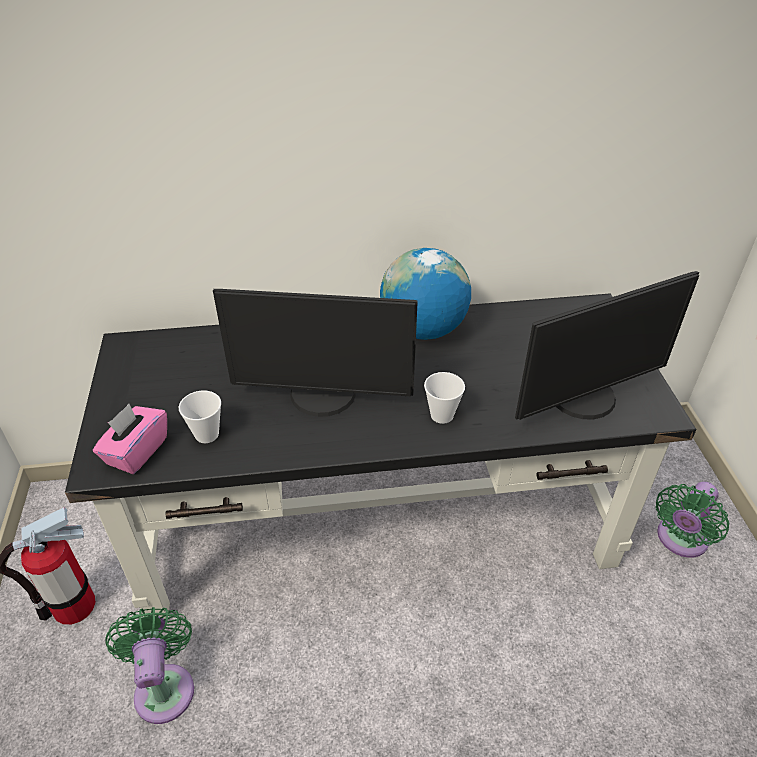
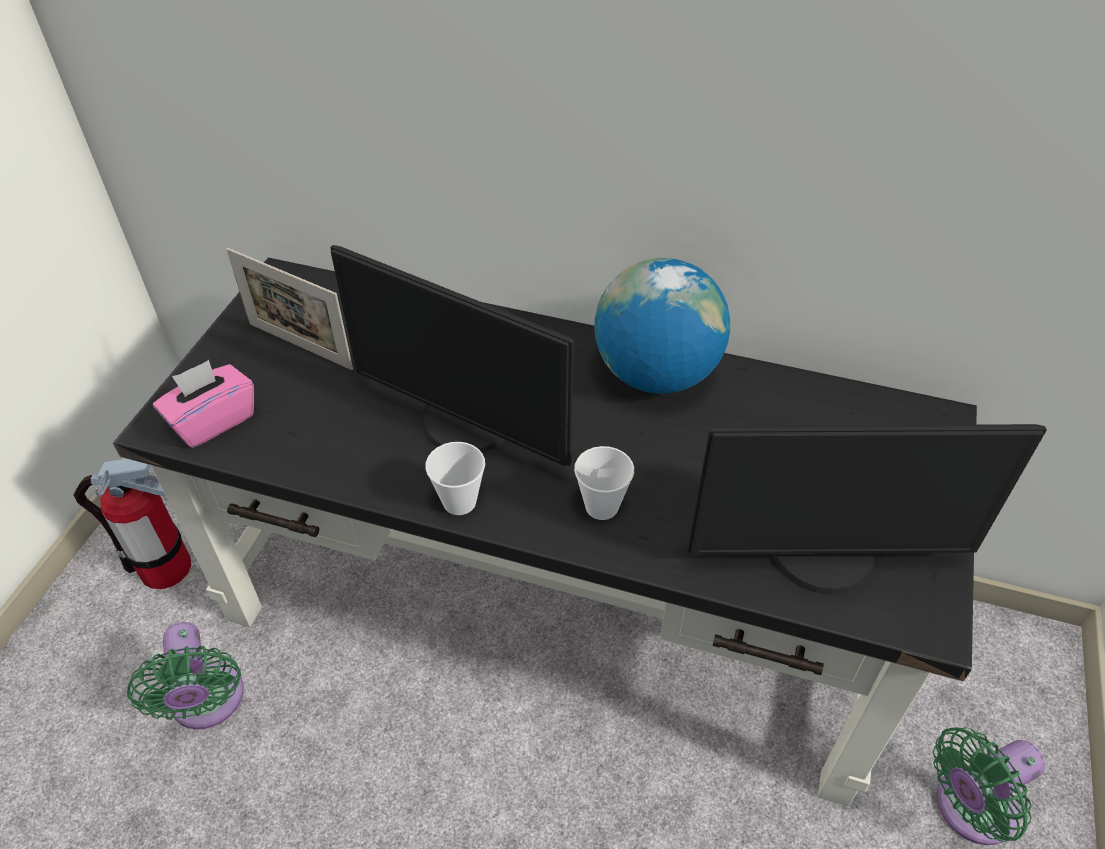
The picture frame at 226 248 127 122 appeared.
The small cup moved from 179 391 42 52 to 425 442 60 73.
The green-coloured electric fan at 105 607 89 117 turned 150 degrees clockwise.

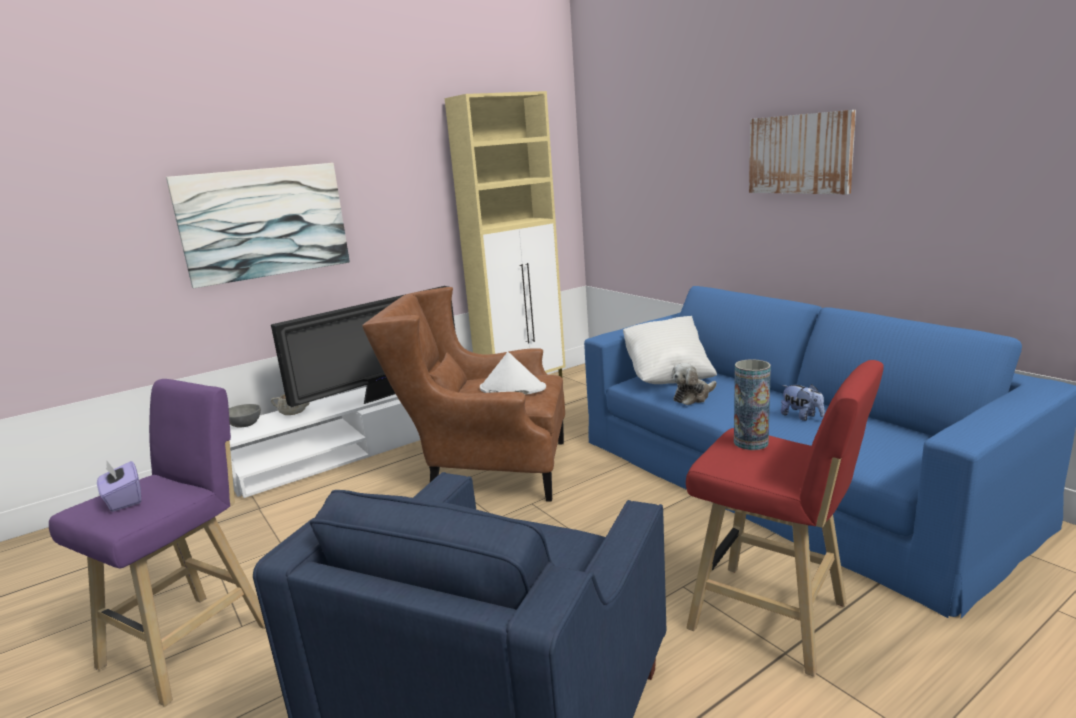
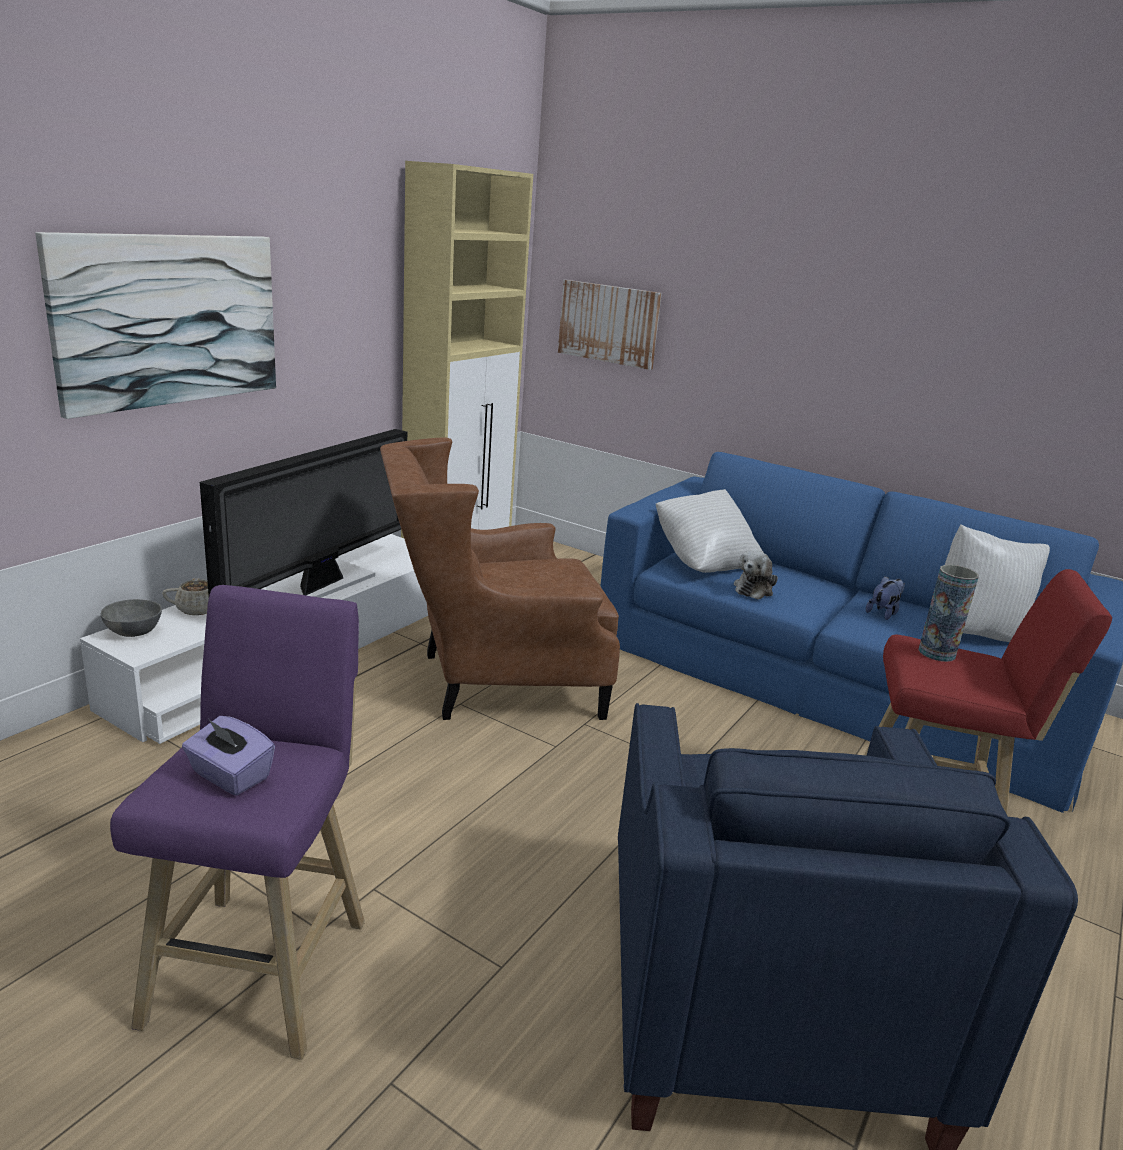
The whitish wearable hat at 480 352 66 43 disappeared.
The whitish pillow at 945 524 105 118 appeared.
The picture moved from 749 110 107 84 to 558 280 104 90.
The soft toy at 781 384 43 37 turned 75 degrees counterclockwise.

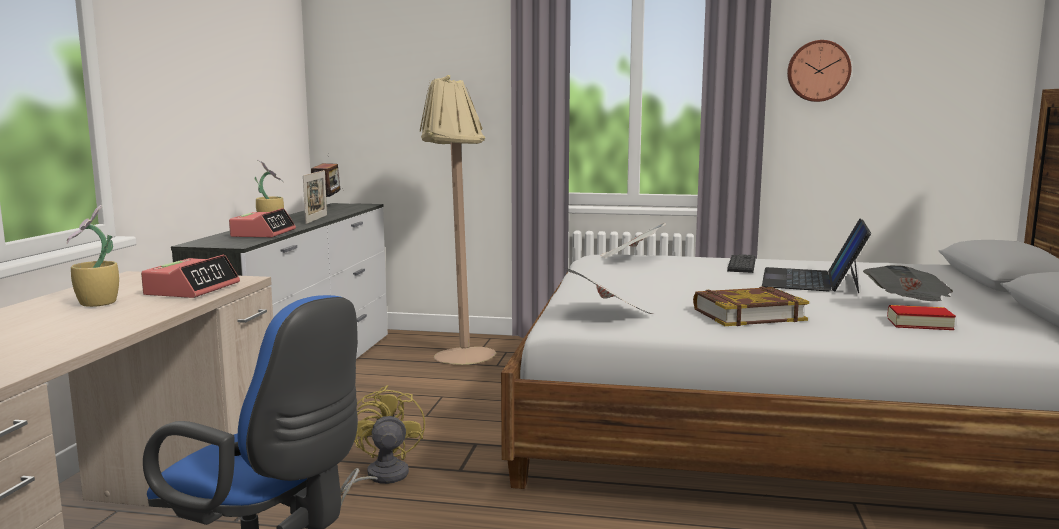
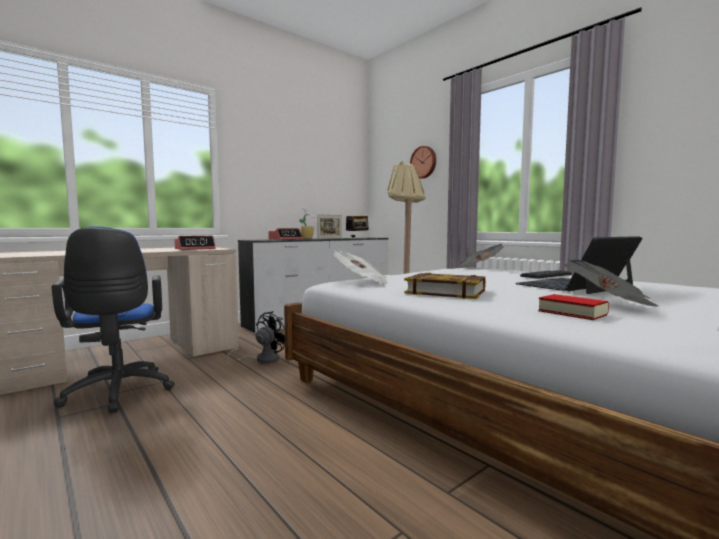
The houseplant at 67 205 52 102 disappeared.
The clock on the wall moved from 787 40 64 62 to 410 146 26 33.
The yellow-coloured electric fan at 340 385 85 120 became the black electric fan at 225 311 60 54.

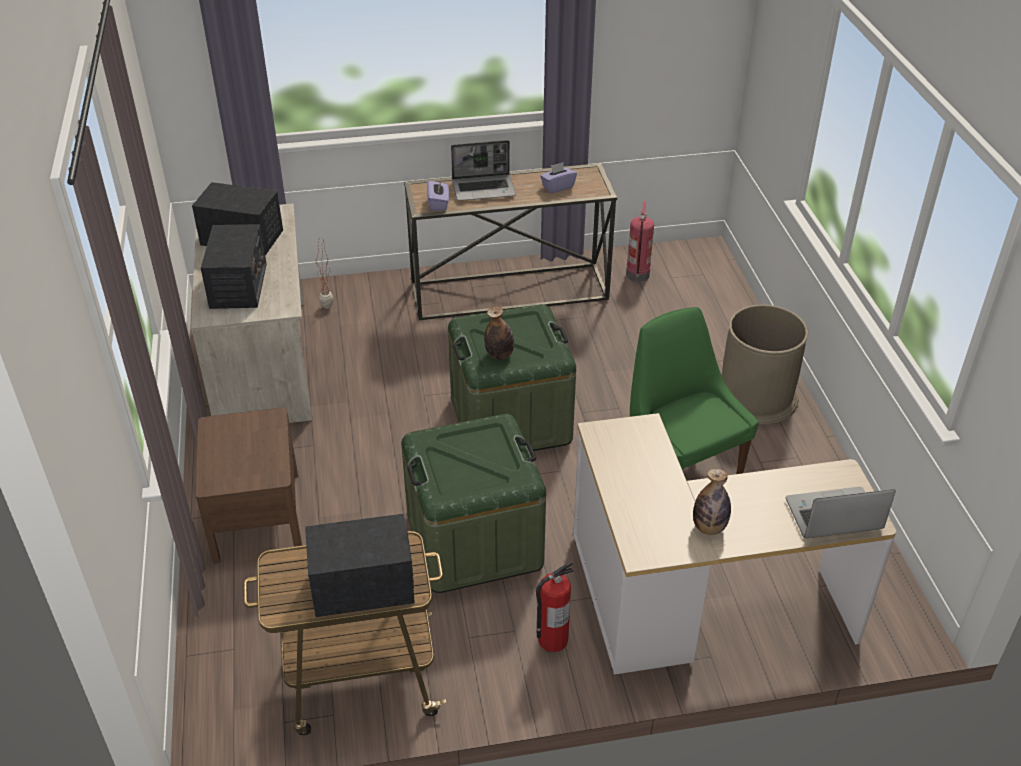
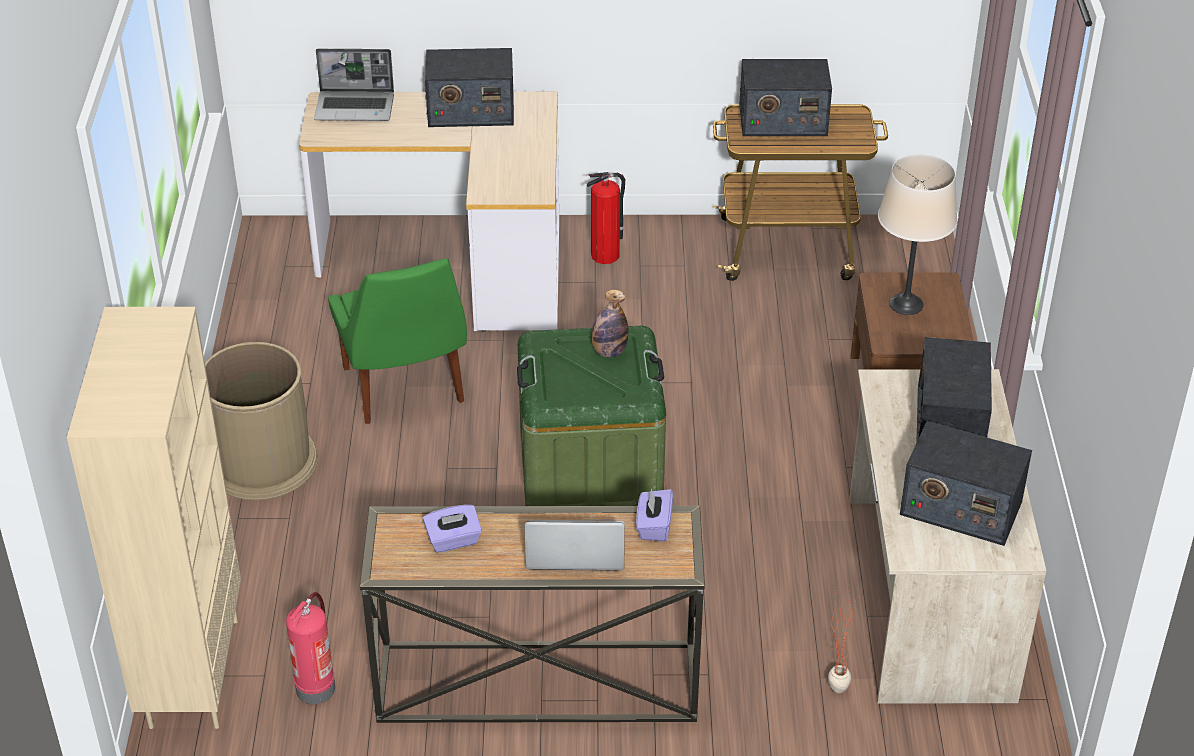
The green-coloured storage container at 401 414 145 179 disappeared.
The sand-coloured bookcase at 67 307 174 422 appeared.
The sand-coloured lamp for a table at 878 154 80 161 appeared.
The drink bottle at 693 469 38 66 was replaced by the radio at 425 48 89 79.

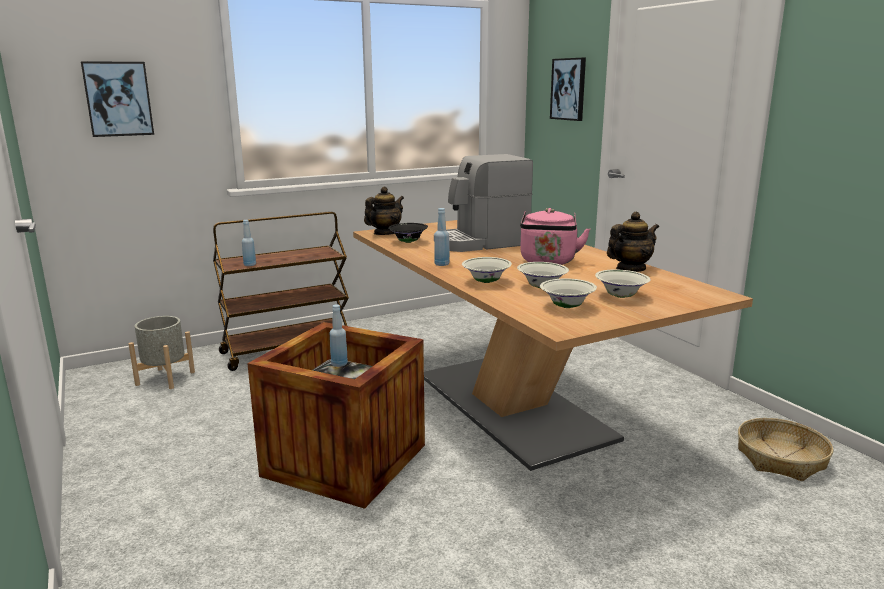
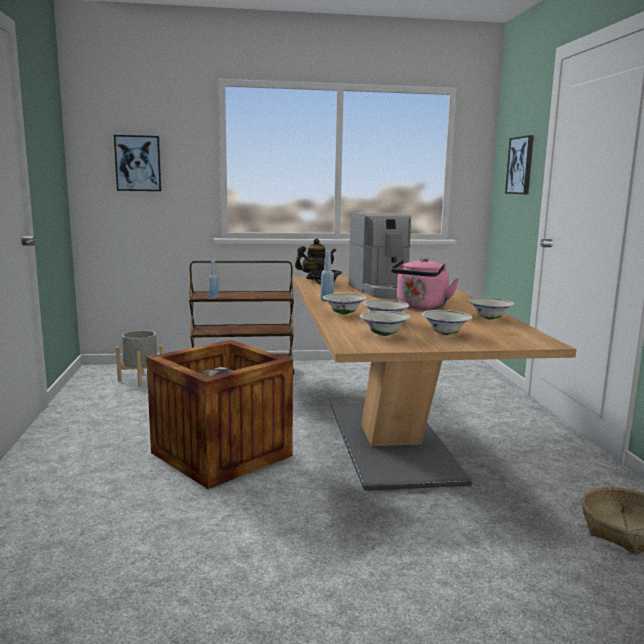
The blue drink bottle at 330 304 18 63 disappeared.
The pot for tea at 607 212 52 60 was replaced by the whitish deep dish at 468 297 46 22.
The coffee maker at 434 154 99 98 turned 105 degrees counterclockwise.

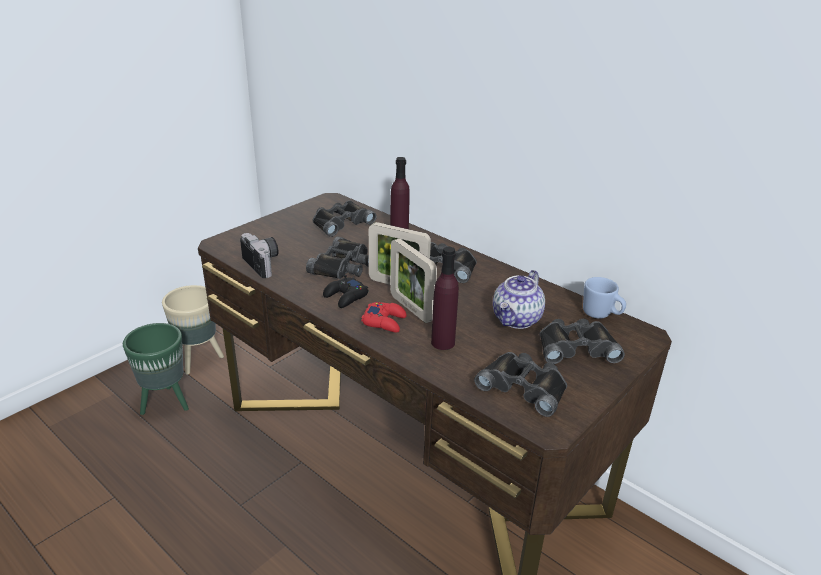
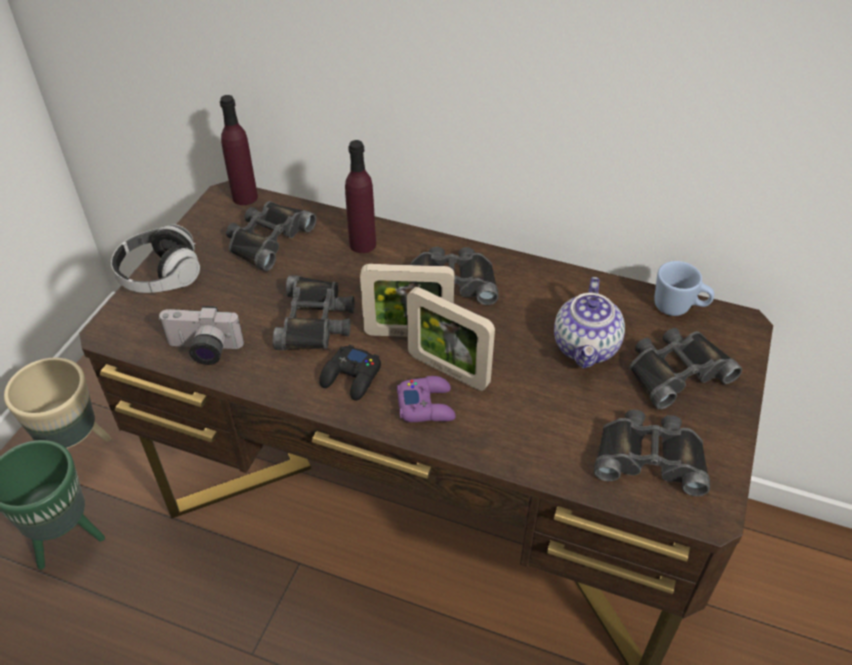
The headphones at 111 224 89 69 appeared.
The purple-coloured drink bottle moved from 431 247 28 103 to 220 95 38 110.
The red-coloured joypad at 361 302 46 31 became the purple-coloured joypad at 397 376 59 46.
The still camera at 240 233 39 45 turned 150 degrees clockwise.

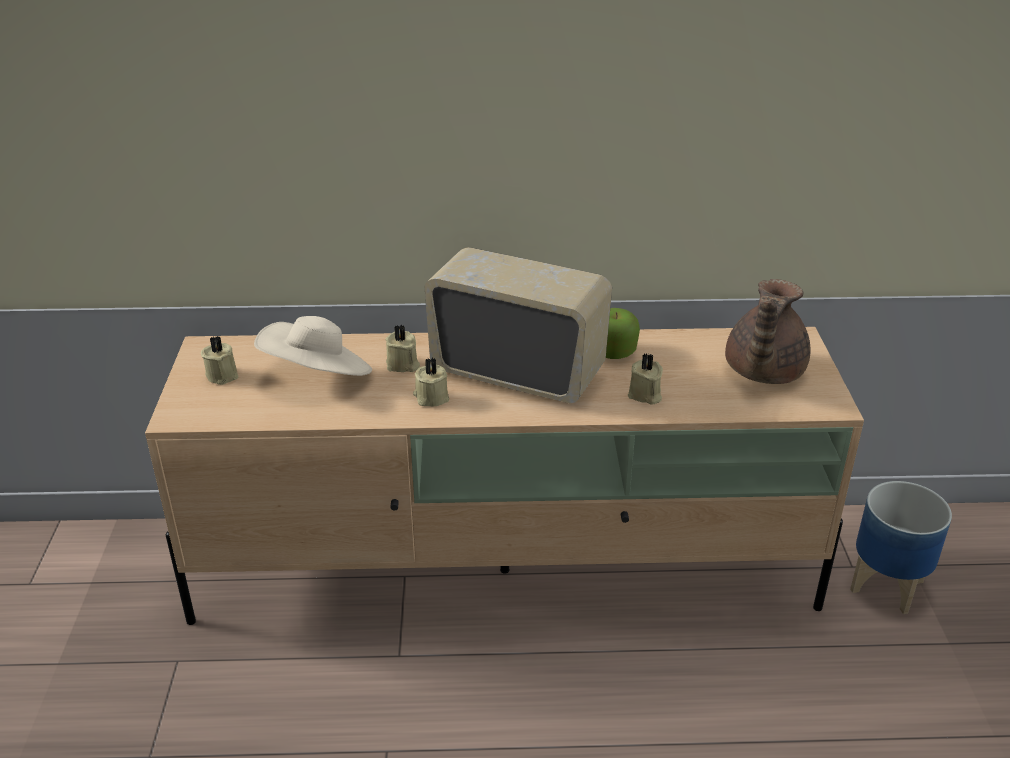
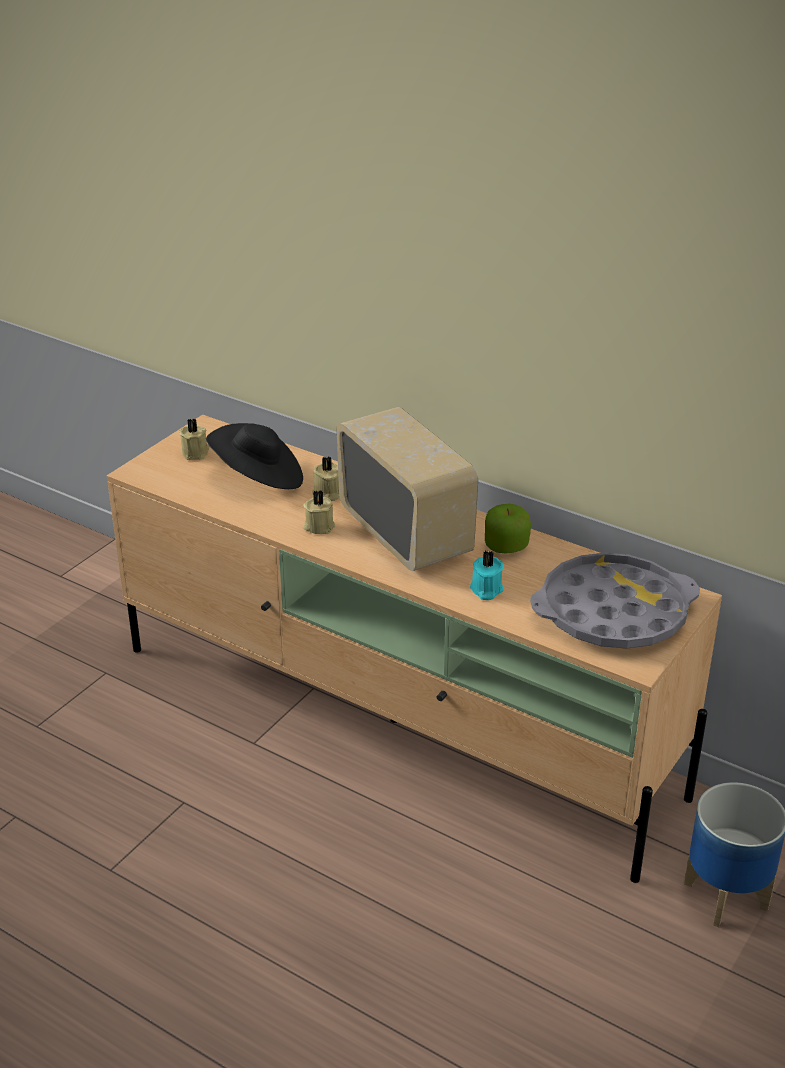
The brown pot for tea at 725 279 86 105 was replaced by the greyish carrying tray at 530 553 170 96.
The sand-coloured wearable hat at 254 316 118 60 became the black wearable hat at 206 423 97 66.
The sand-coloured candle at 628 353 35 52 became the turquoise candle at 470 550 34 50.

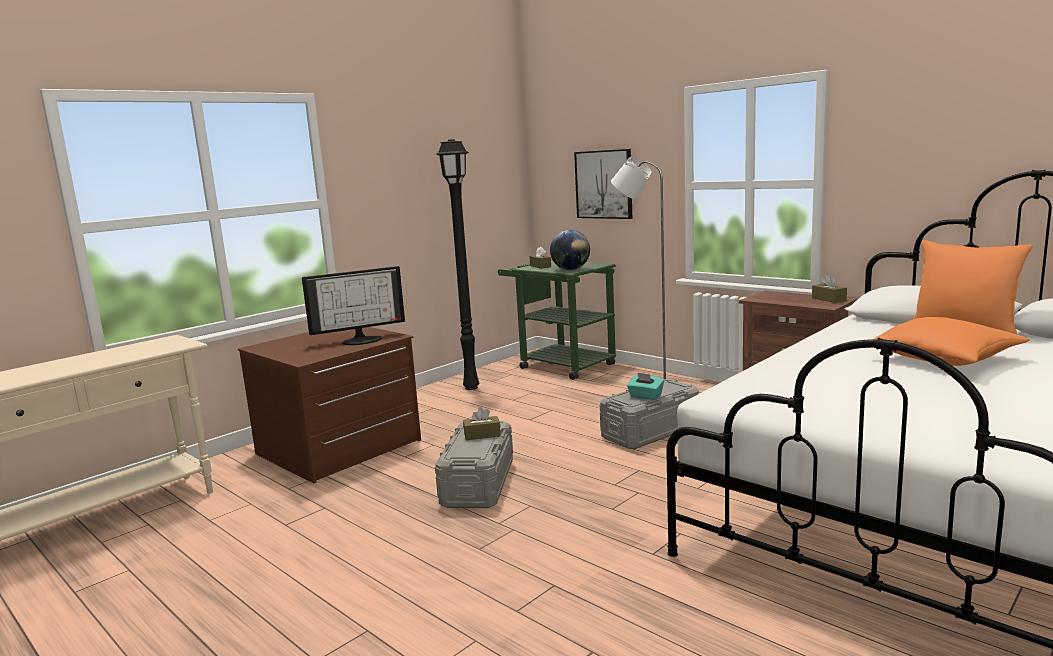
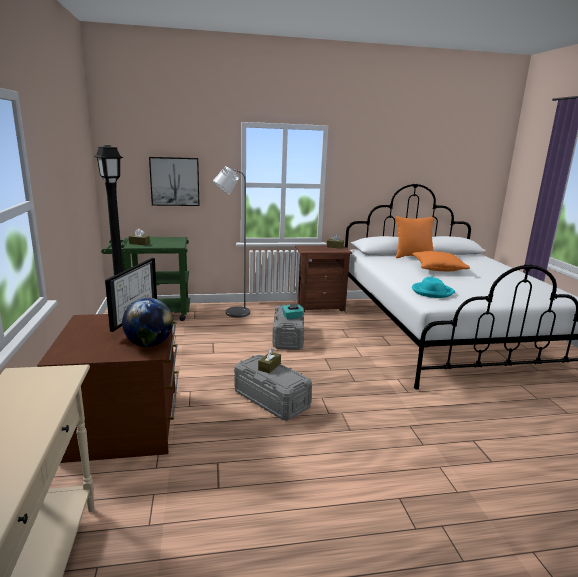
The turquoise wearable hat at 412 277 43 21 appeared.
The globe moved from 550 230 40 40 to 122 298 51 49.

